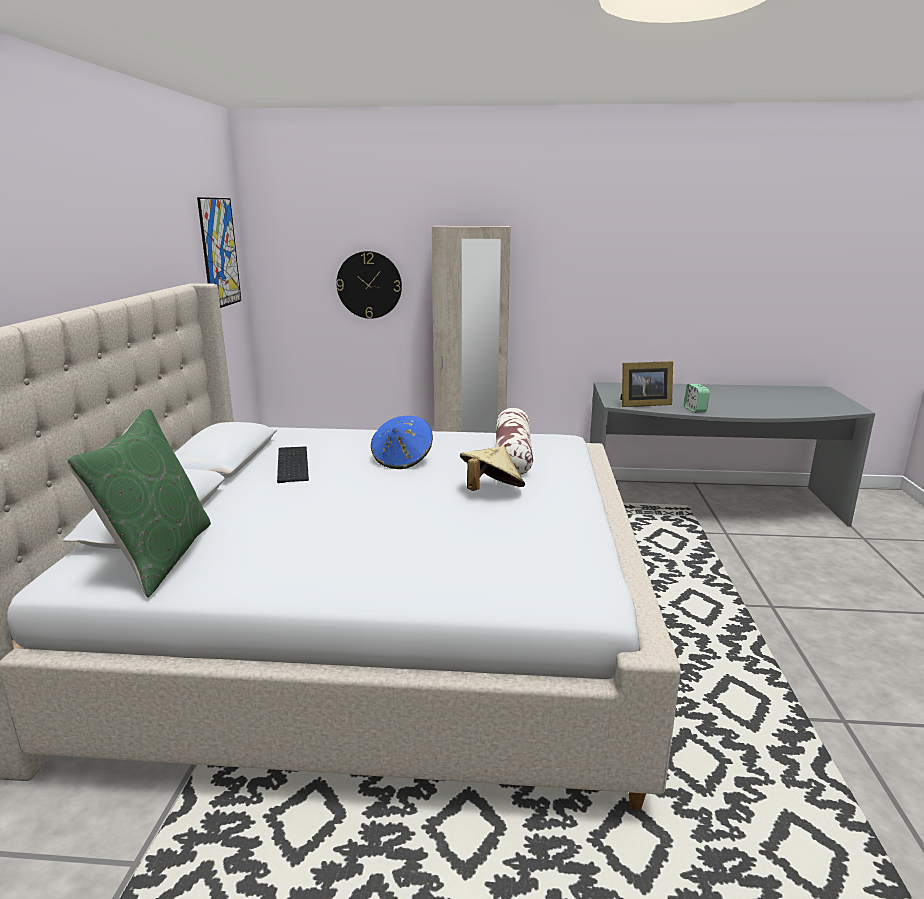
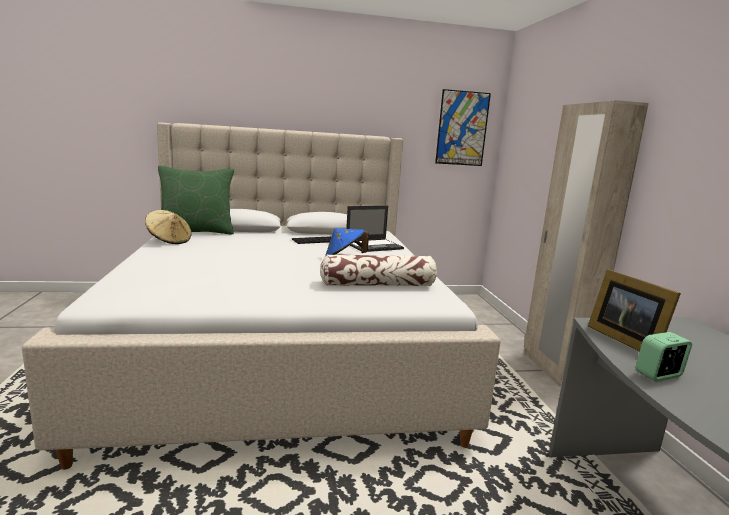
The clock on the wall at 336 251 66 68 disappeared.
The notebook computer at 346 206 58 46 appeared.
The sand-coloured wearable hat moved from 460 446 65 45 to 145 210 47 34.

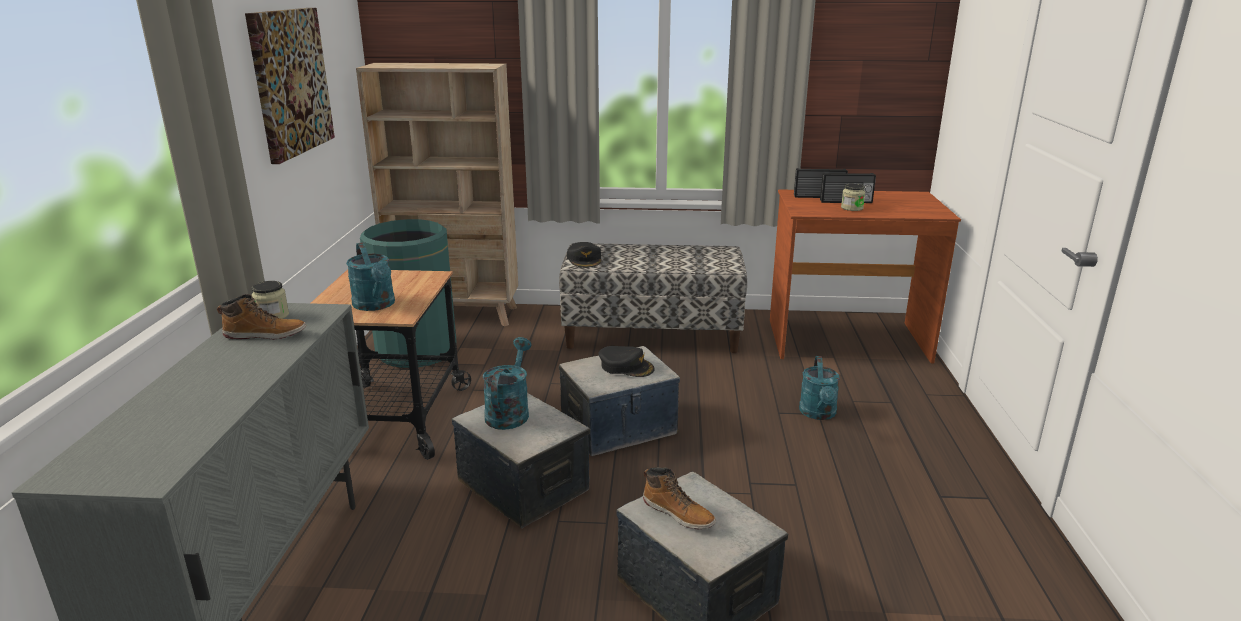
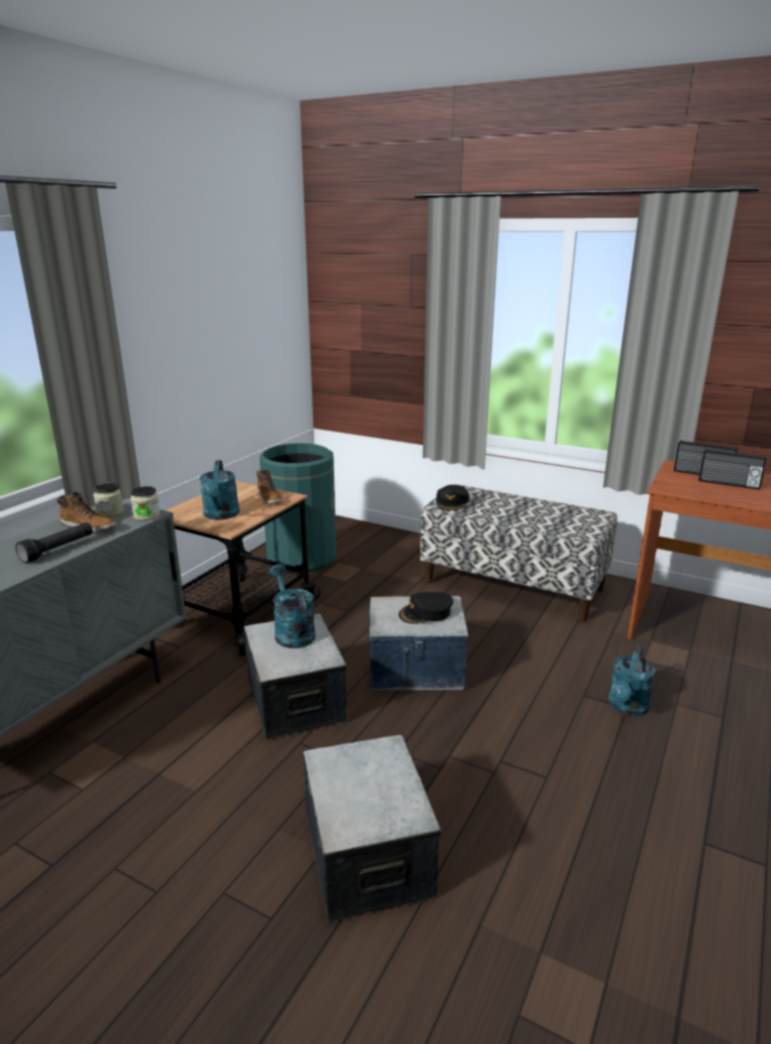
The picture at 245 8 90 156 disappeared.
The sand-coloured bookcase at 356 63 162 264 disappeared.
The black torch at 15 522 78 41 appeared.
The boot moved from 643 467 73 62 to 257 469 26 35.
The preserve jar moved from 841 183 24 28 to 130 486 30 34.
The turquoise sprinkling can at 483 337 48 93 turned 60 degrees counterclockwise.
The black baseball cap at 599 346 56 31 turned 105 degrees clockwise.

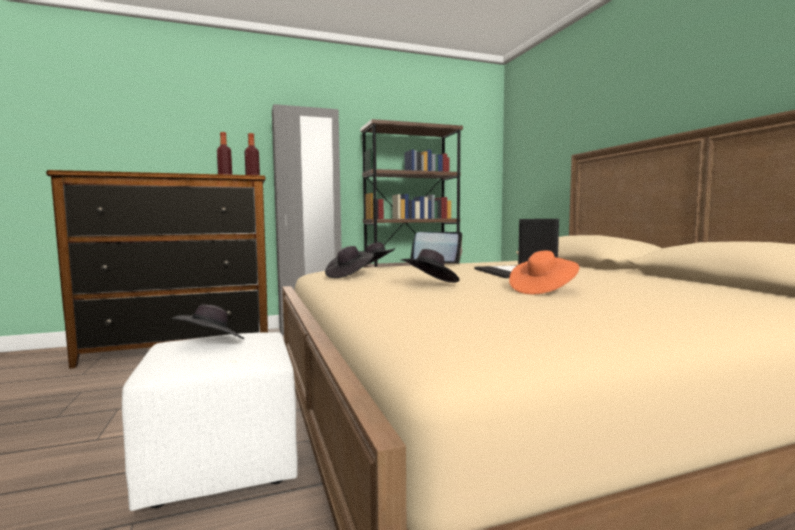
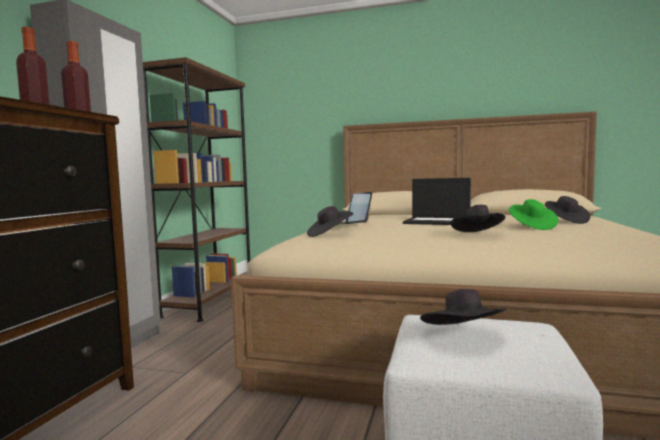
The black wearable hat moved from 325 246 49 32 to 545 196 45 28.
The orange wearable hat at 509 251 70 43 became the green-coloured wearable hat at 509 199 49 31.

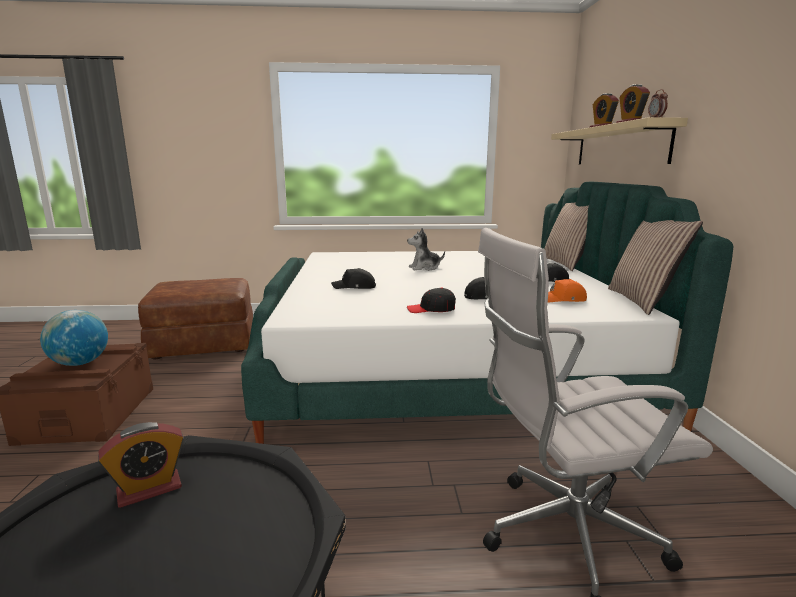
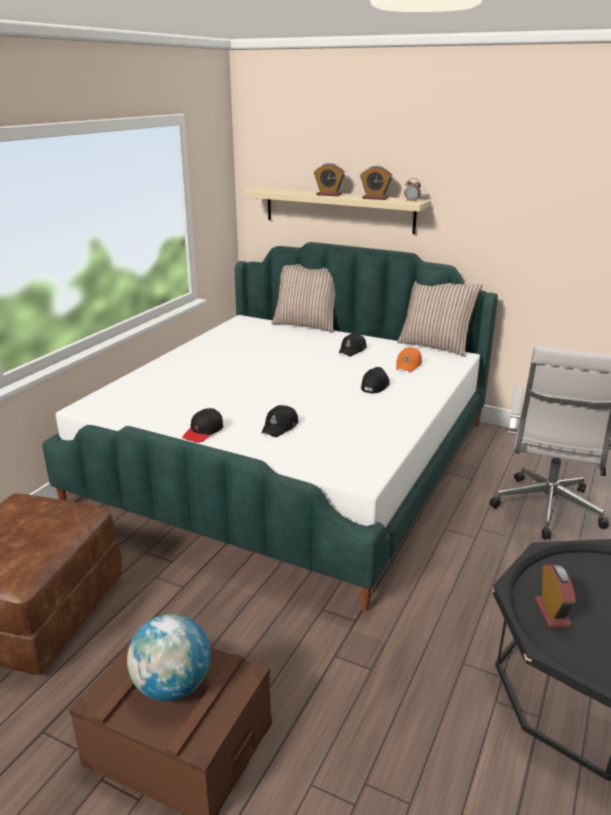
The soft toy at 407 228 38 43 disappeared.
The black baseball cap moved from 407 287 49 26 to 182 408 41 35.

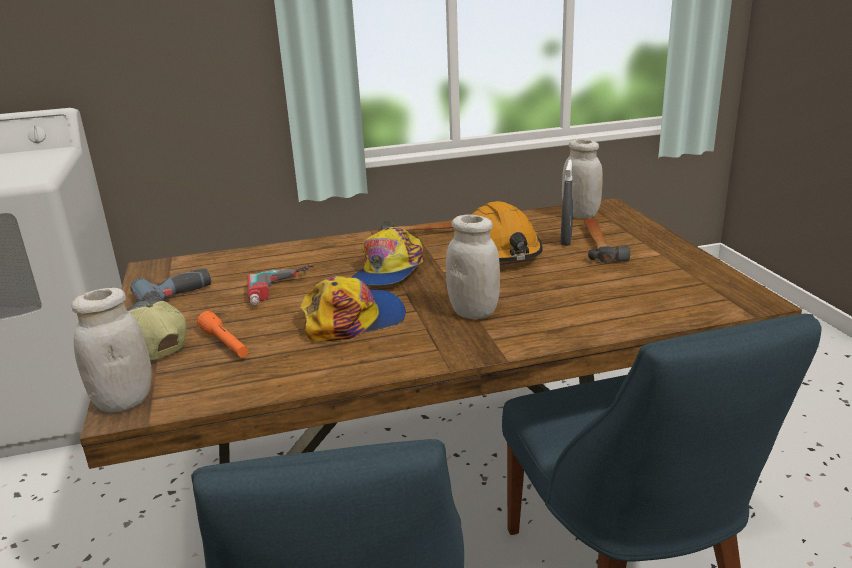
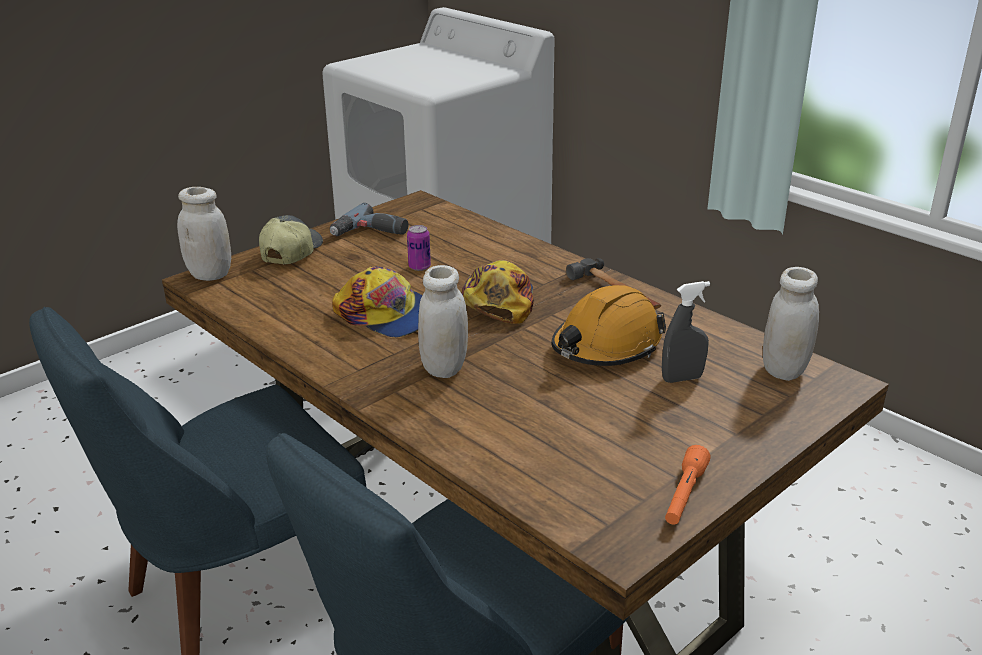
The tool hammer at 584 219 46 43 disappeared.
The orange torch moved from 197 311 52 46 to 665 445 46 80.
The power drill at 247 265 67 40 was replaced by the sealed can at 407 225 24 46.
The baseball cap at 351 227 73 59 turned 105 degrees clockwise.

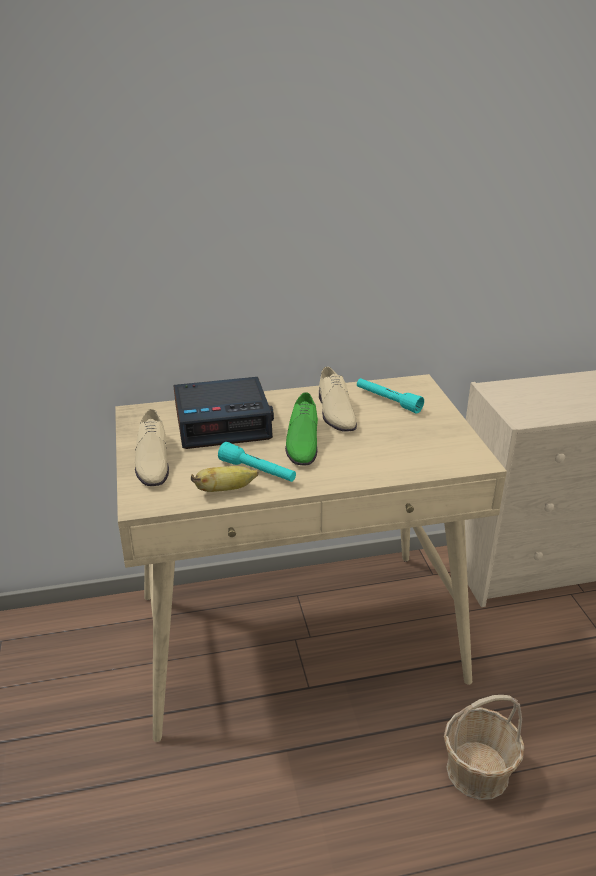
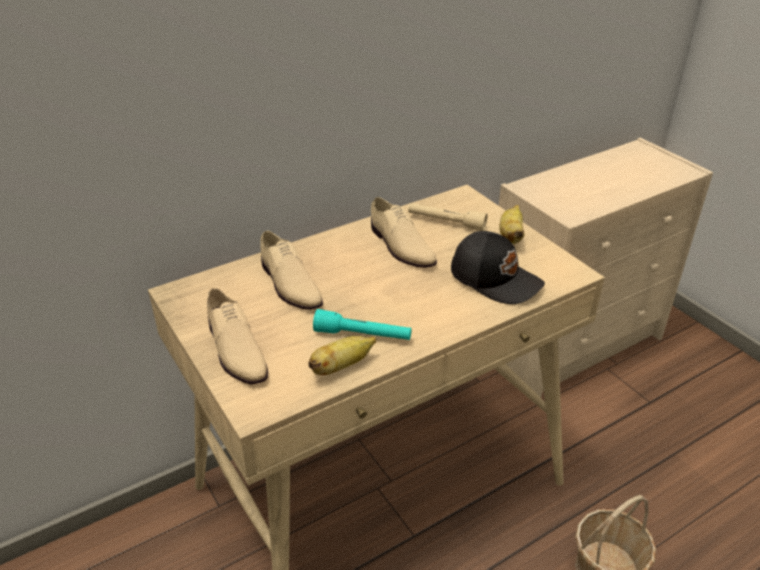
The green-coloured shoe at 285 392 33 73 disappeared.
The black baseball cap at 451 231 94 73 appeared.
The whole banana at 499 205 25 39 appeared.
The table clock at 174 377 100 72 was replaced by the sand-coloured shoe at 260 231 63 79.
The turquoise torch at 357 378 67 36 became the sand-coloured torch at 408 203 80 28.

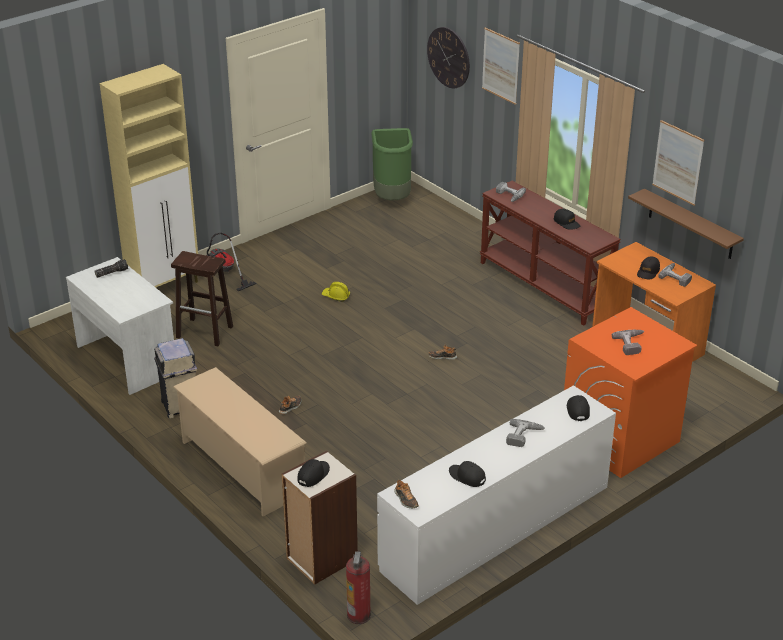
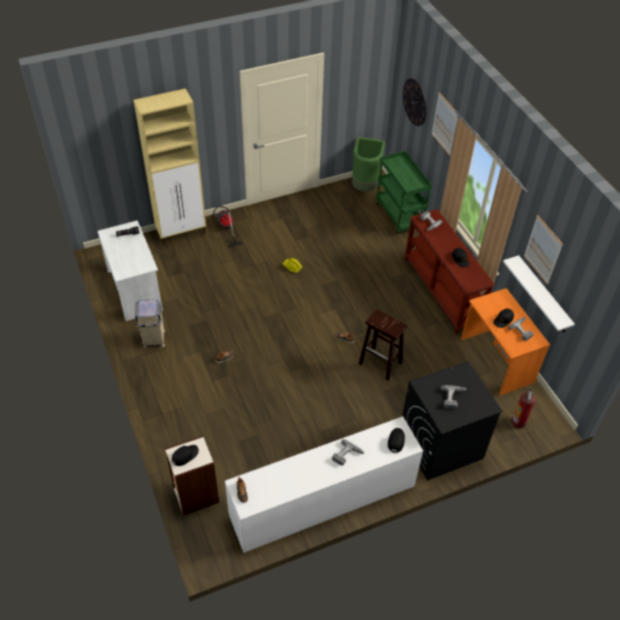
The sand-coloured shoe shelf at 173 367 134 150 disappeared.
The black baseball cap at 449 461 37 26 disappeared.
The green-coloured wheeled cart at 375 151 57 82 appeared.
The brown stool seat moved from 171 251 62 95 to 359 309 48 71.
The fire extinguisher moved from 346 550 25 74 to 511 389 25 40.
The orange laundry appliance at 564 307 133 171 became the black laundry appliance at 402 361 101 120.
The brown wall shelf at 628 189 116 70 became the whitish wall shelf at 503 255 72 77.

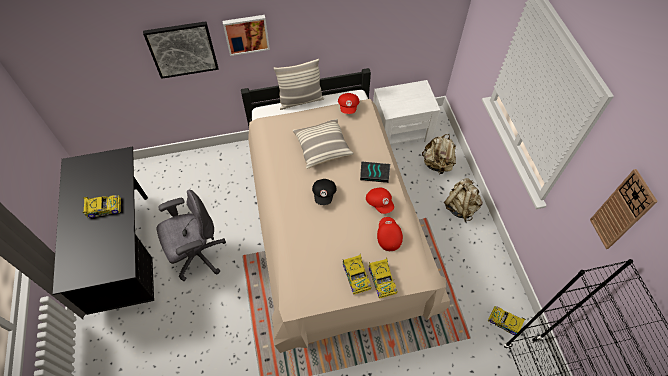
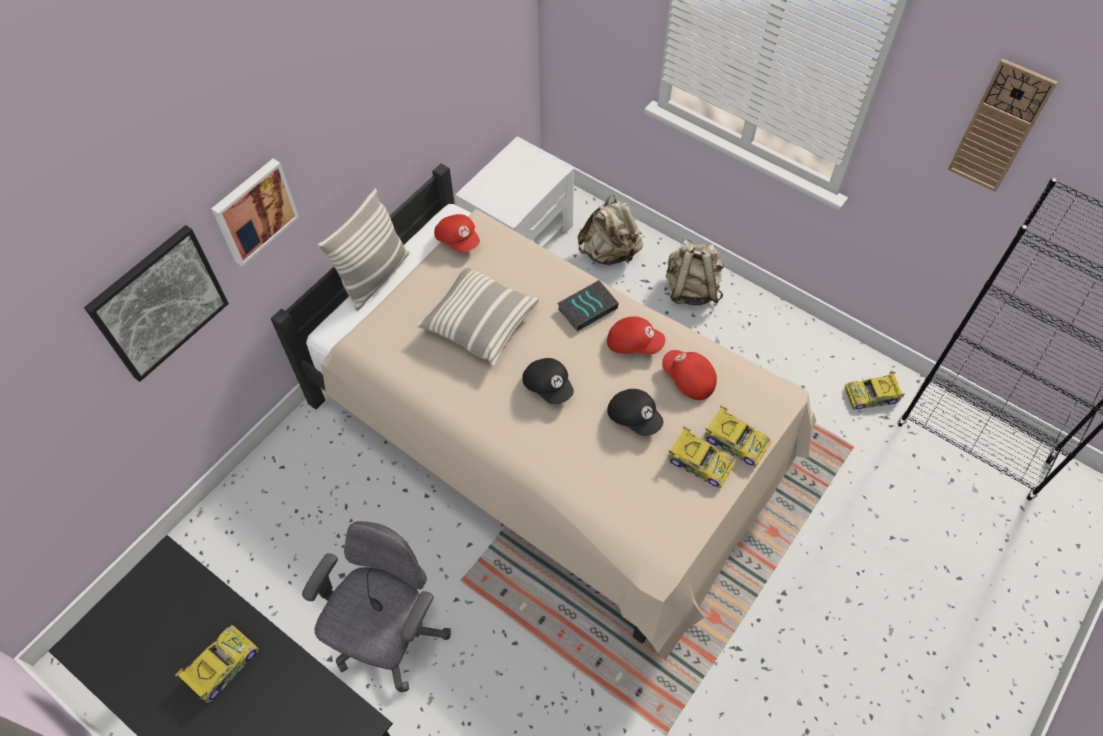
The black baseball cap at 607 389 56 47 appeared.

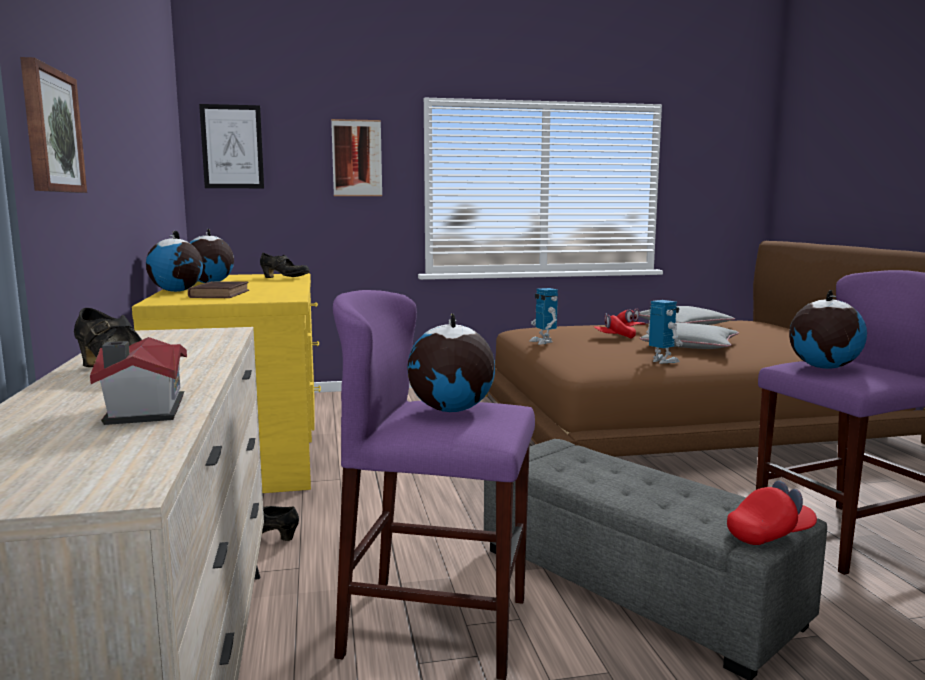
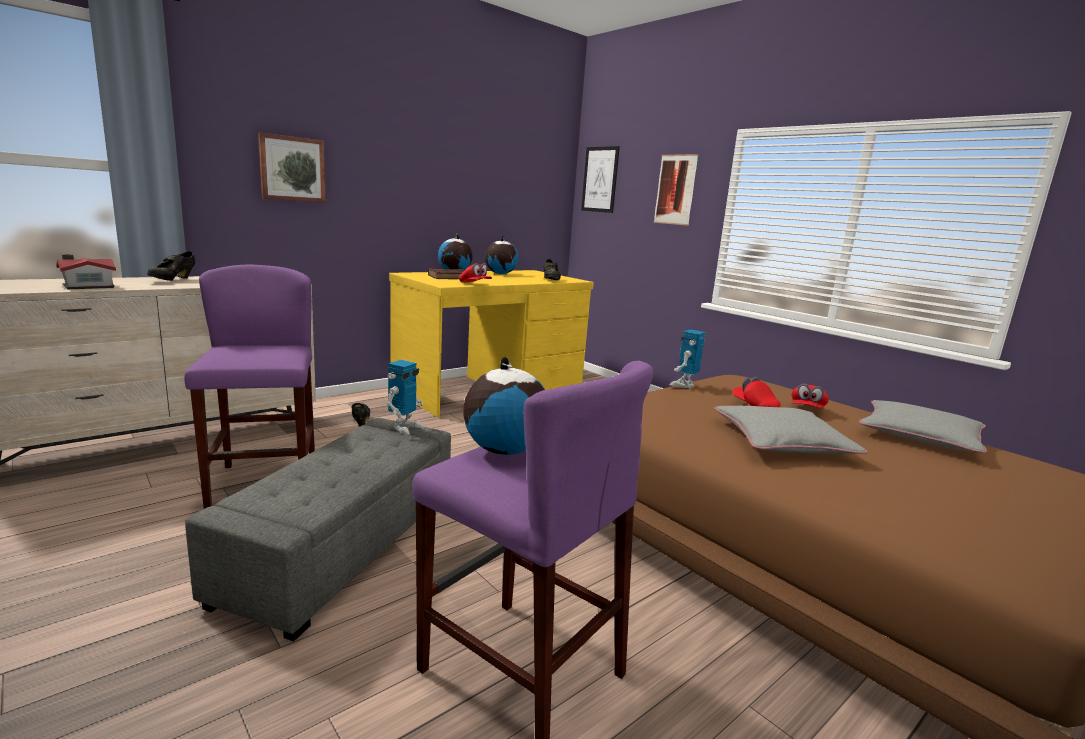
The globe at 407 313 88 99 disappeared.
The toy robot moved from 646 300 37 63 to 387 360 37 75.
The red-coloured baseball cap moved from 727 480 90 65 to 459 263 33 19.

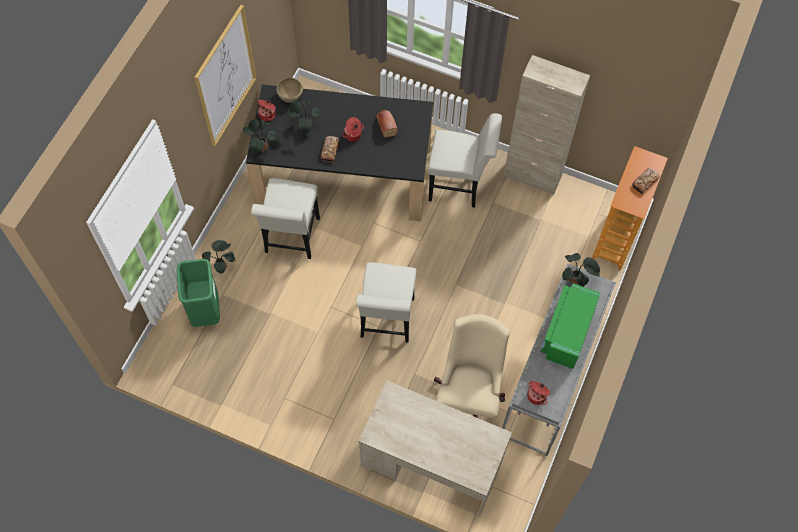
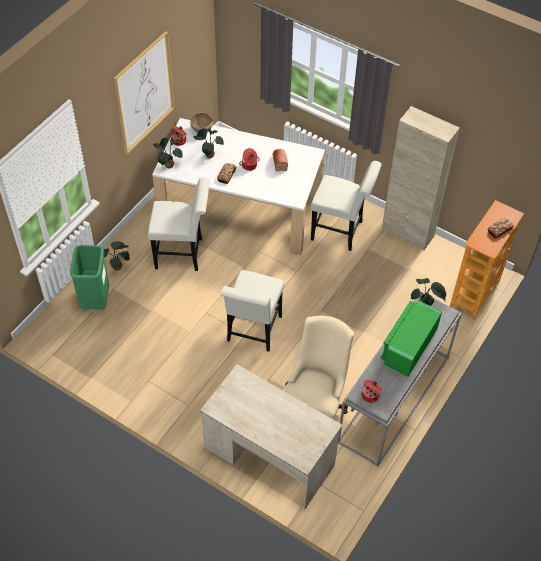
The black dining table at 246 85 187 136 became the whitish dining table at 152 118 173 137.
The whitish plain chair at 251 178 69 81 turned 105 degrees counterclockwise.

